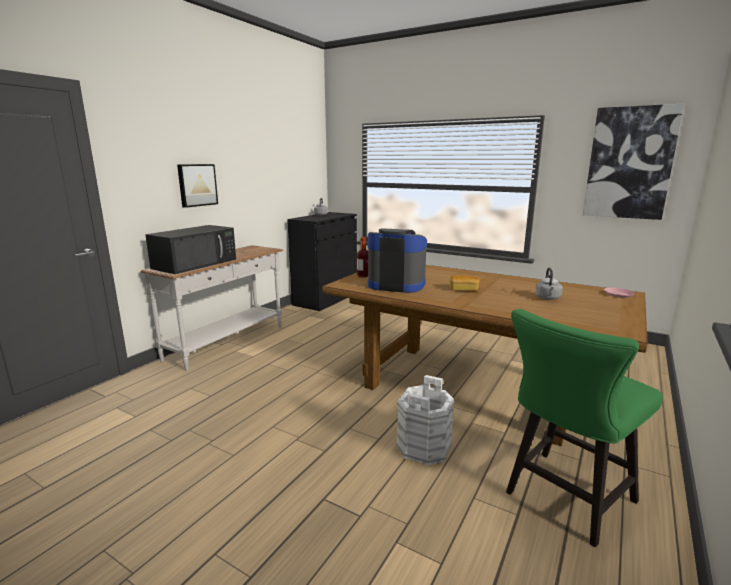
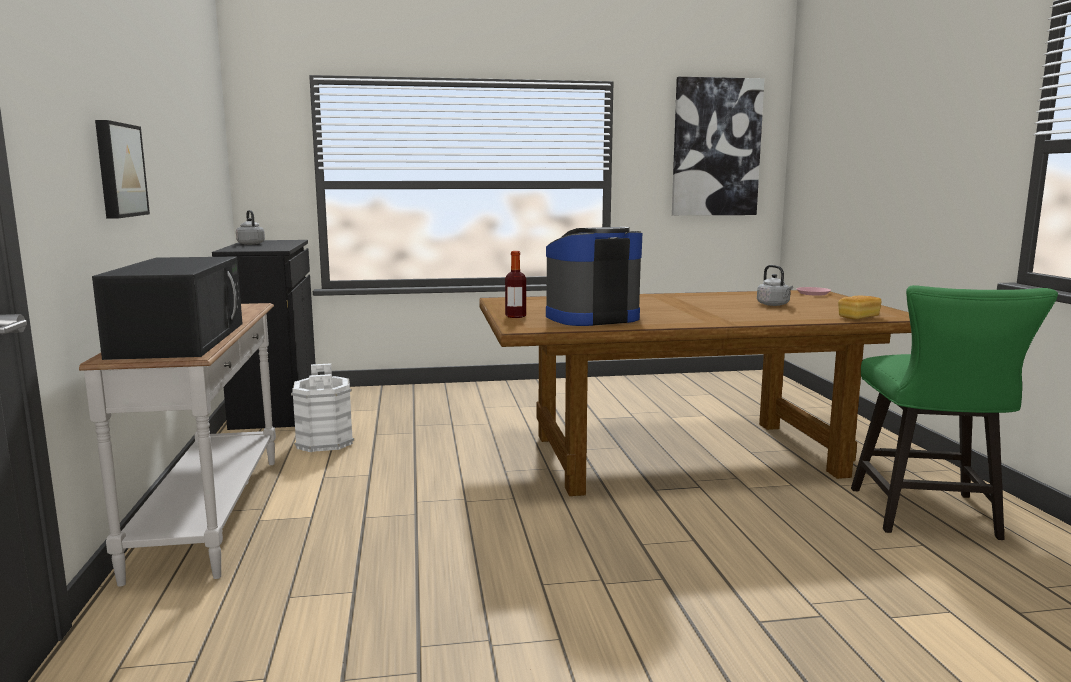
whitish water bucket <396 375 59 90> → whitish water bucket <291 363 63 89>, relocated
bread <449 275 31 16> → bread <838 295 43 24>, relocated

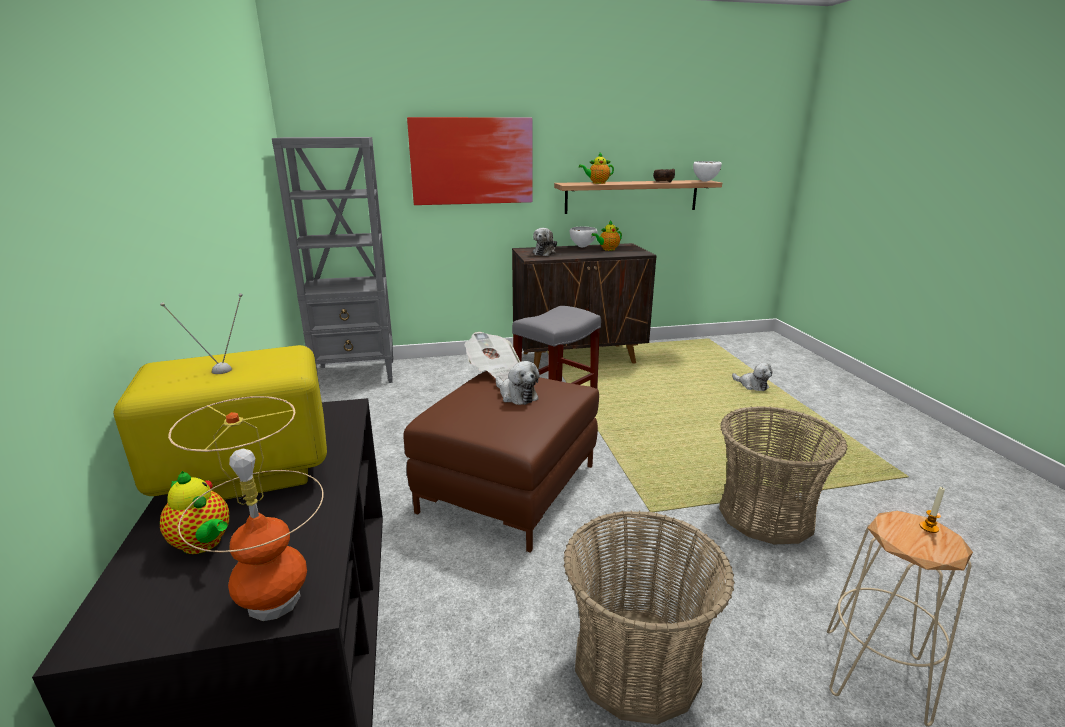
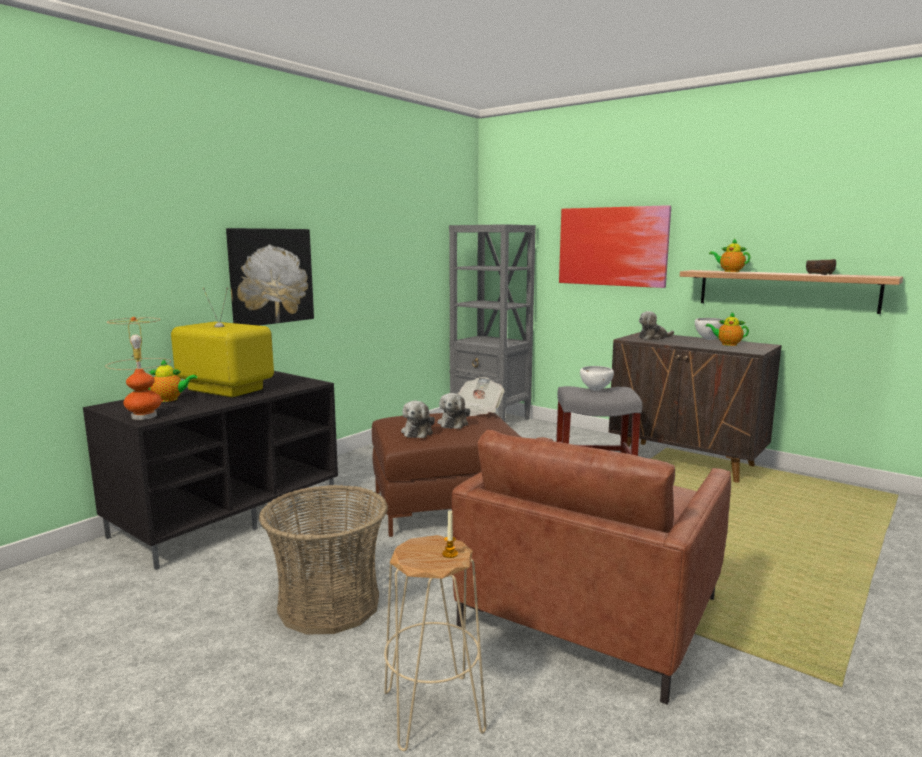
- → wall art <226 228 88 98>
whitish serving bowl <693 161 29 21> → whitish serving bowl <580 366 34 25>, relocated
cuddly toy <732 363 41 28> → cuddly toy <401 401 34 37>, relocated
storage basket <719 406 129 138> → brown lounge chair <452 430 279 275>
pot for tea <160 471 70 83> → pot for tea <148 359 49 43>, 90 degrees counterclockwise

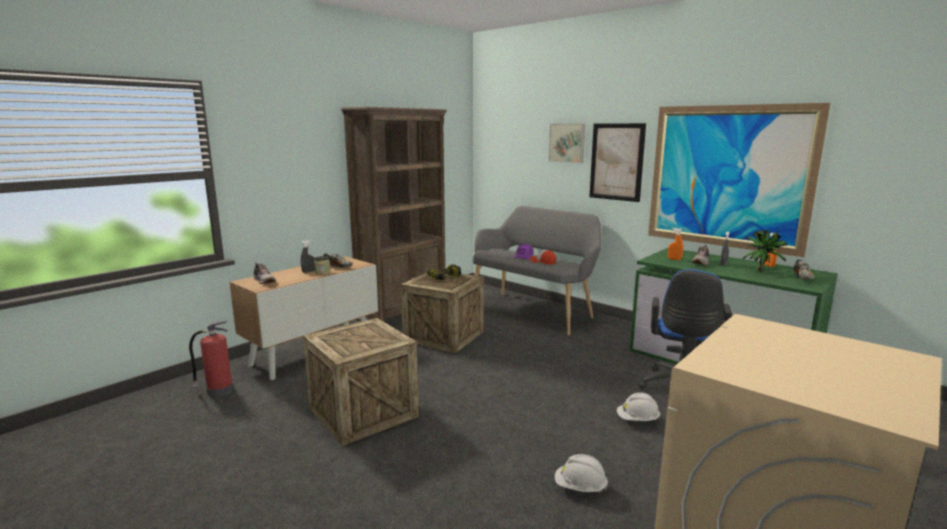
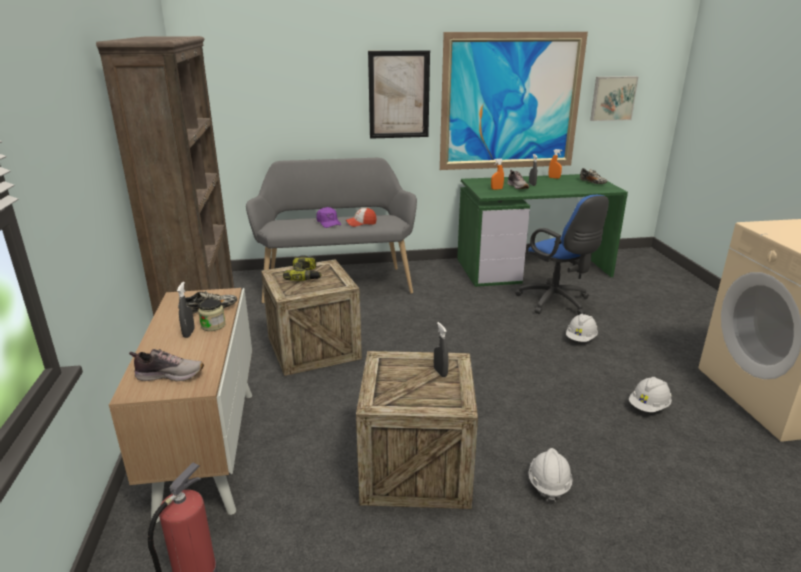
houseplant <743 230 44 42> → -
- → greyish spray bottle <434 322 15 55>
- → whitish safety helmet <528 448 45 55>
wall art <549 124 36 39> → wall art <590 76 48 45>, relocated

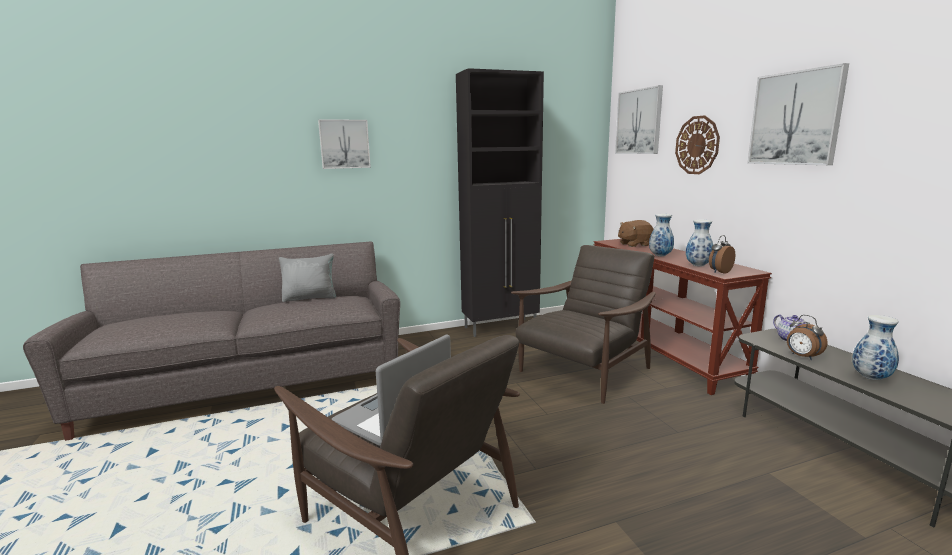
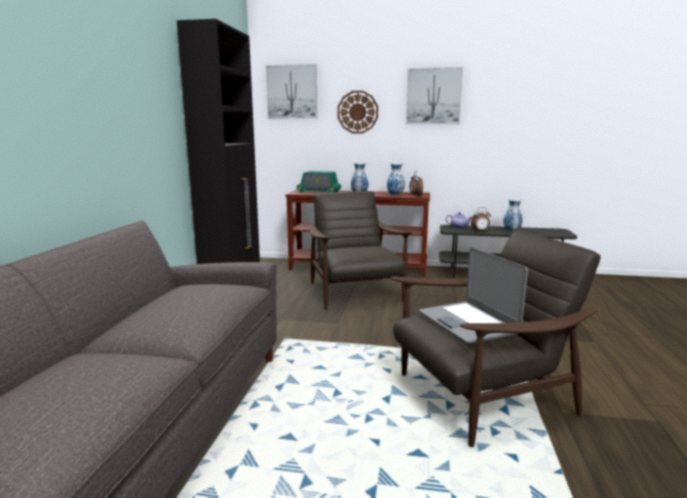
greyish throw pillow <279 253 57 49> → -
wall art <318 120 53 49> → -
brown cuddly toy <618 220 36 27> → radio <296 171 45 22>

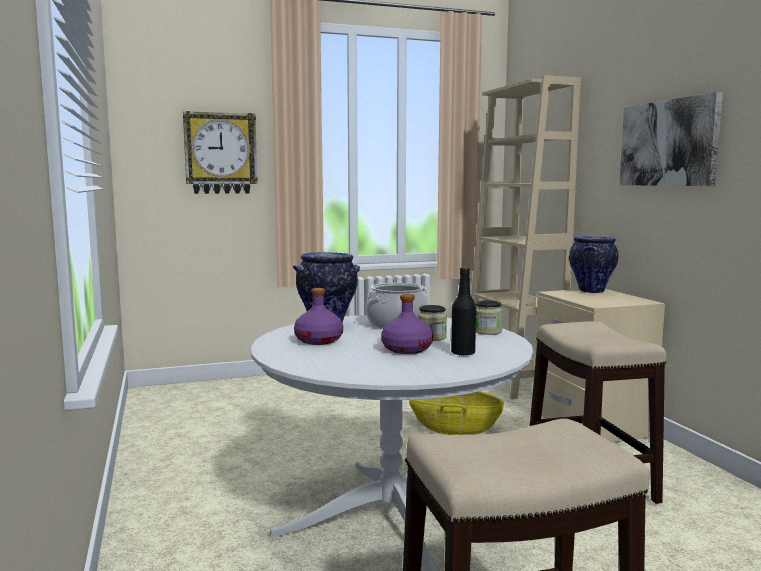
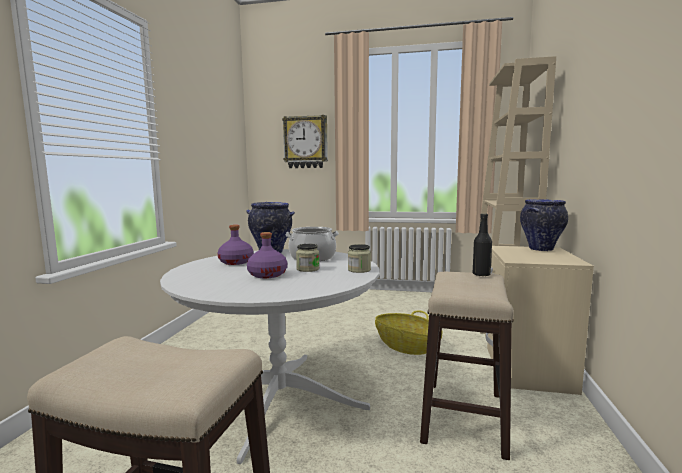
wall art <619 92 104 94> → -
black beverage bottle <451 267 25 89> → black beverage bottle <473 213 19 64>, relocated

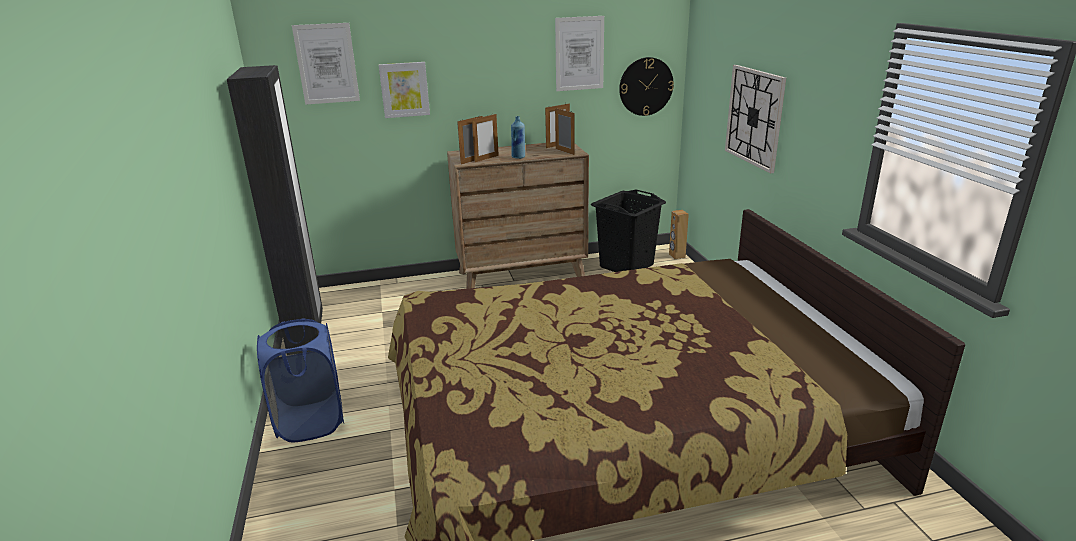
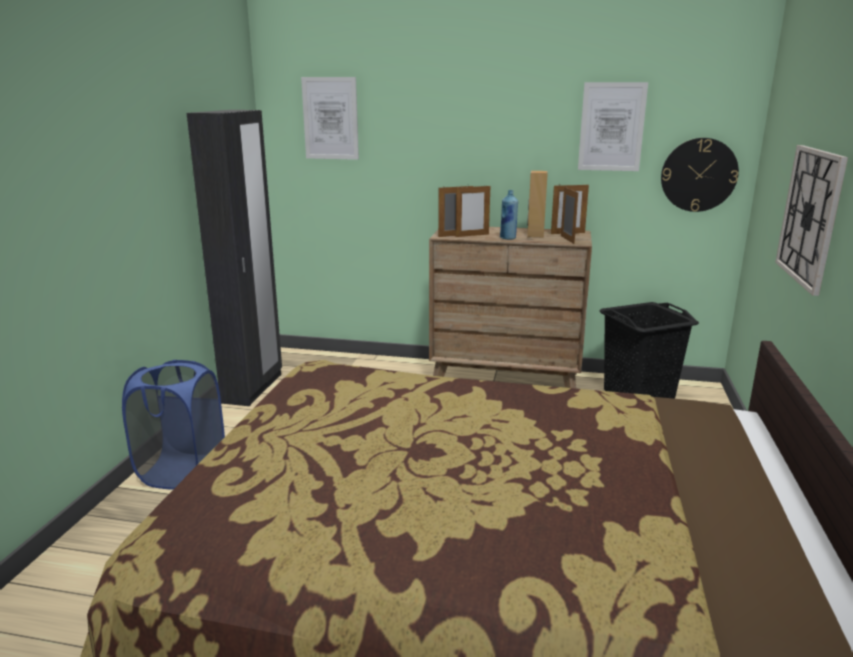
wall art <378 62 52 56> → -
brown speaker <669 210 20 49> → brown speaker <527 171 21 67>, relocated

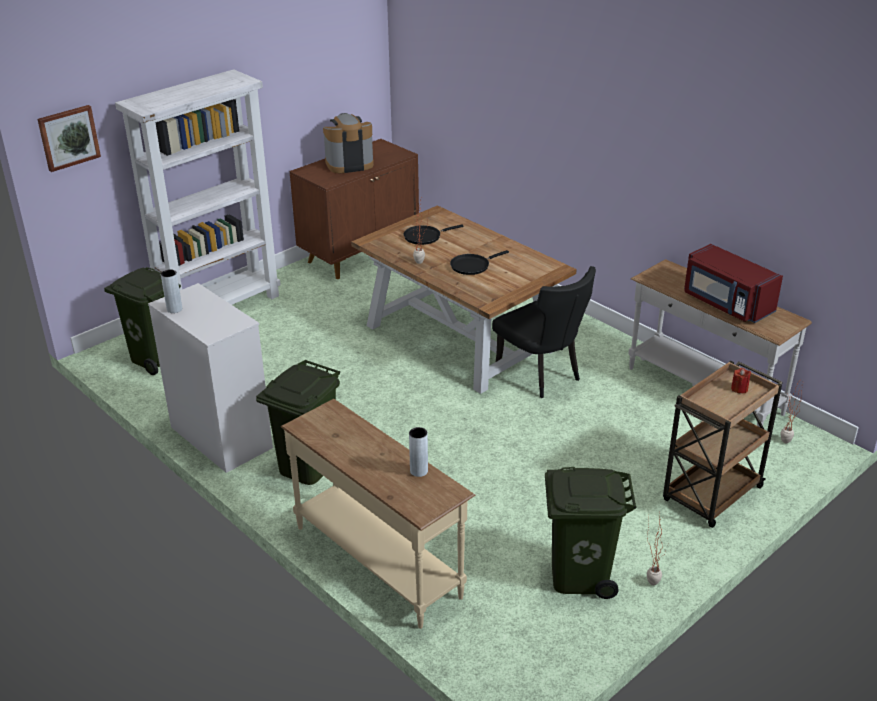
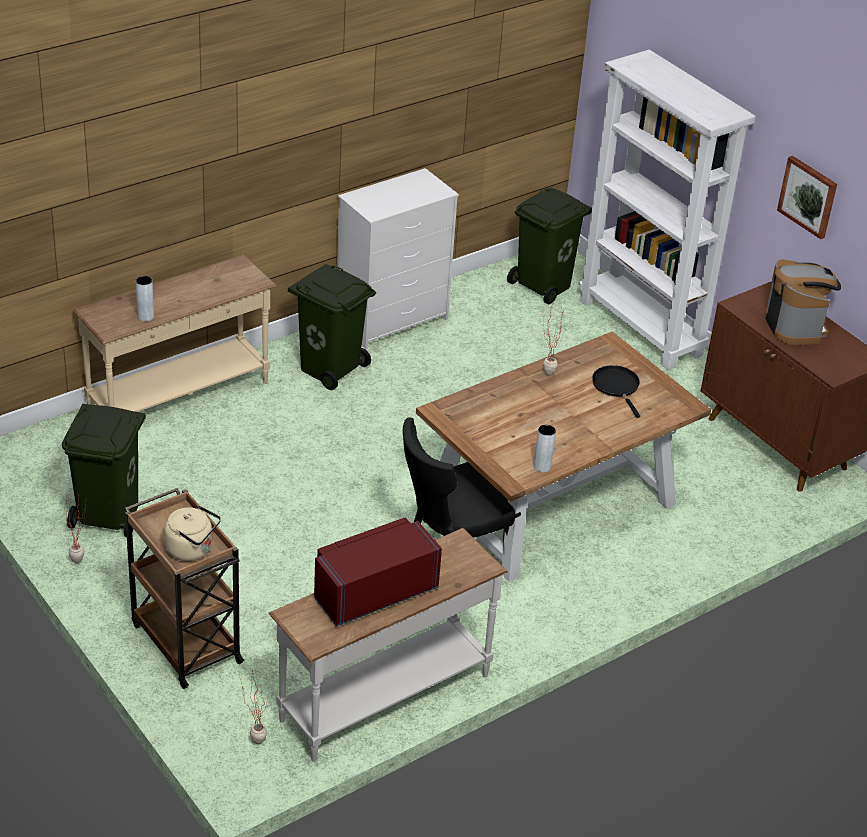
black skillet <450 250 59 25> → -
wall art <37 105 64 67> → wall art <777 156 60 83>, relocated
greyish decorative vase <161 269 21 44> → greyish decorative vase <534 425 22 47>, relocated
red-coloured candle <731 368 20 26> → sand-coloured kettle <164 505 57 56>

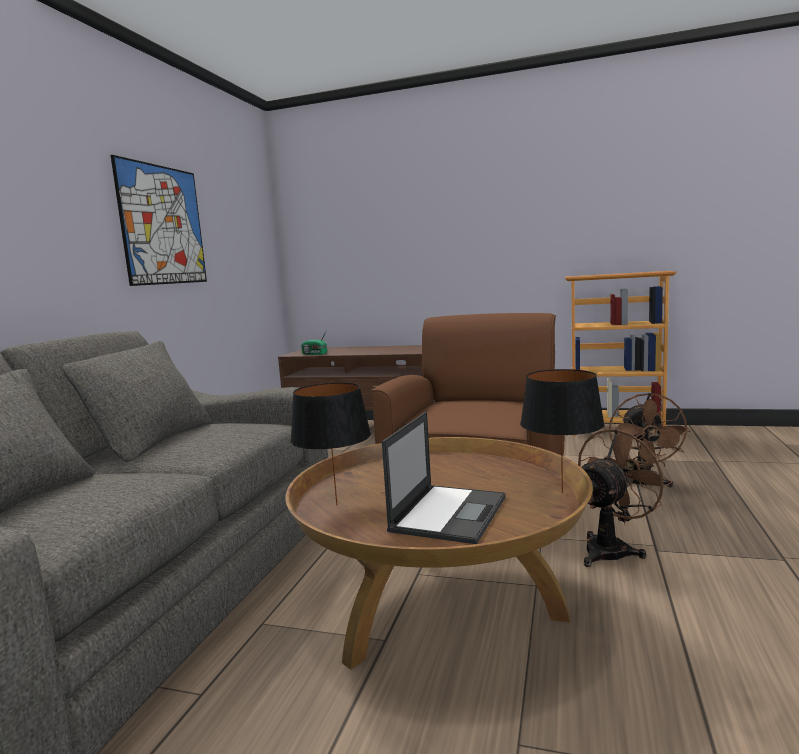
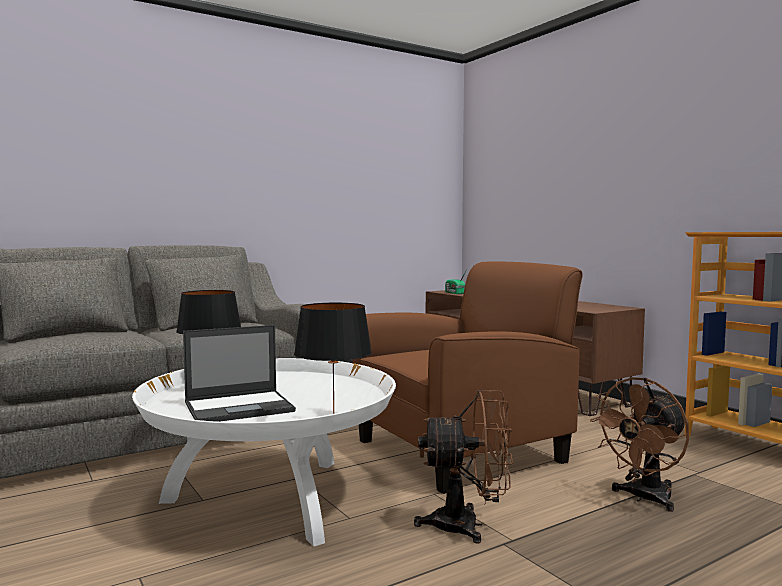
wall art <111 155 96 131> → -
brown lounge table <285 437 308 233> → whitish lounge table <132 358 264 189>

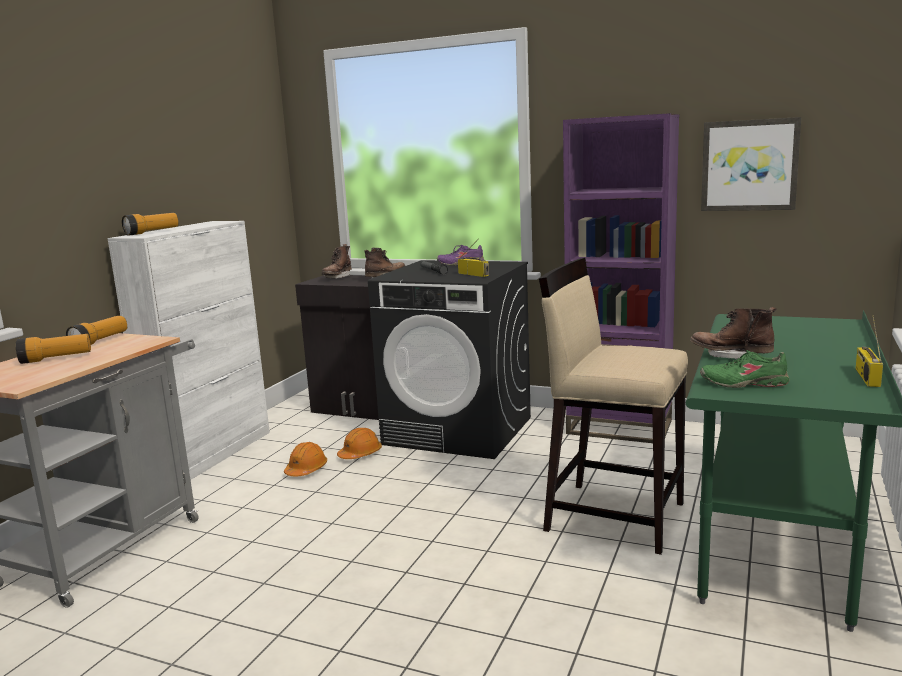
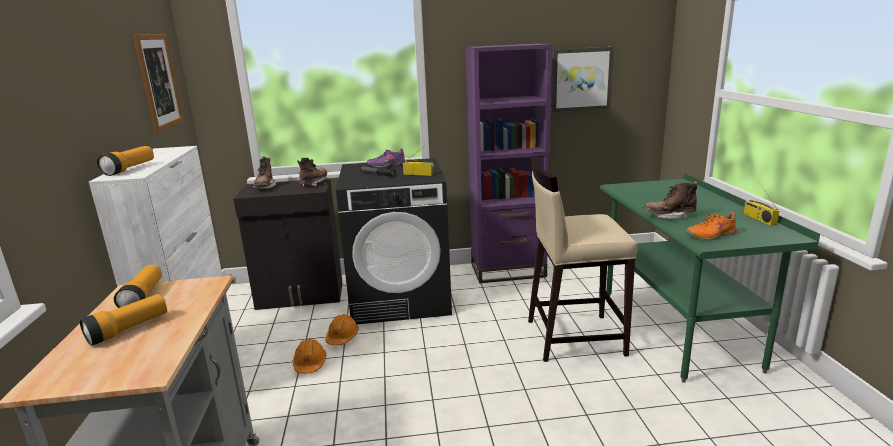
- → wall art <133 34 51 99>
green item of footwear <700 350 89 38> → orangey item of footwear <686 212 54 28>

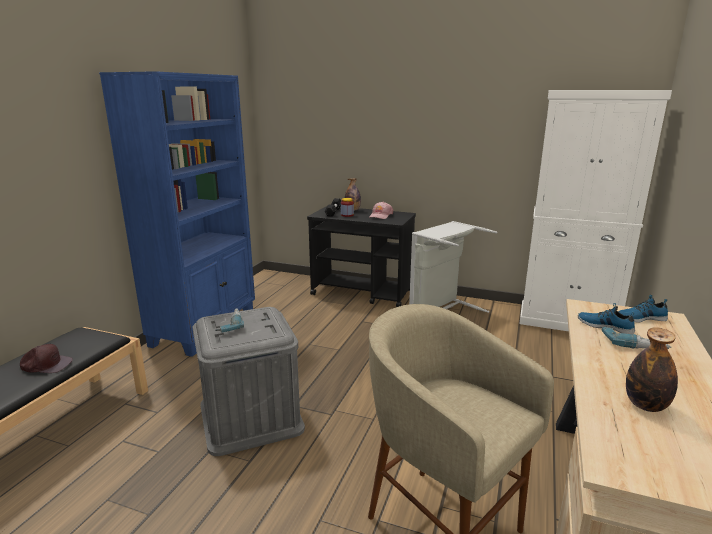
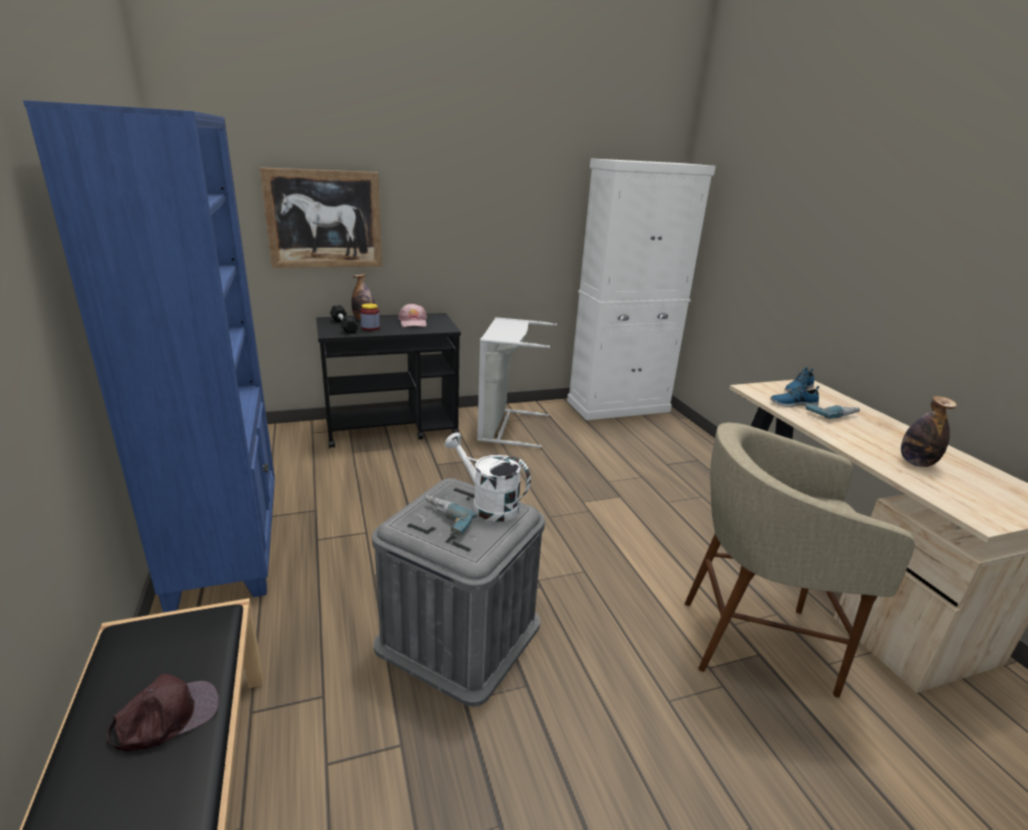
- → wall art <260 167 122 101>
- → whitish sprinkling can <445 432 86 90>

